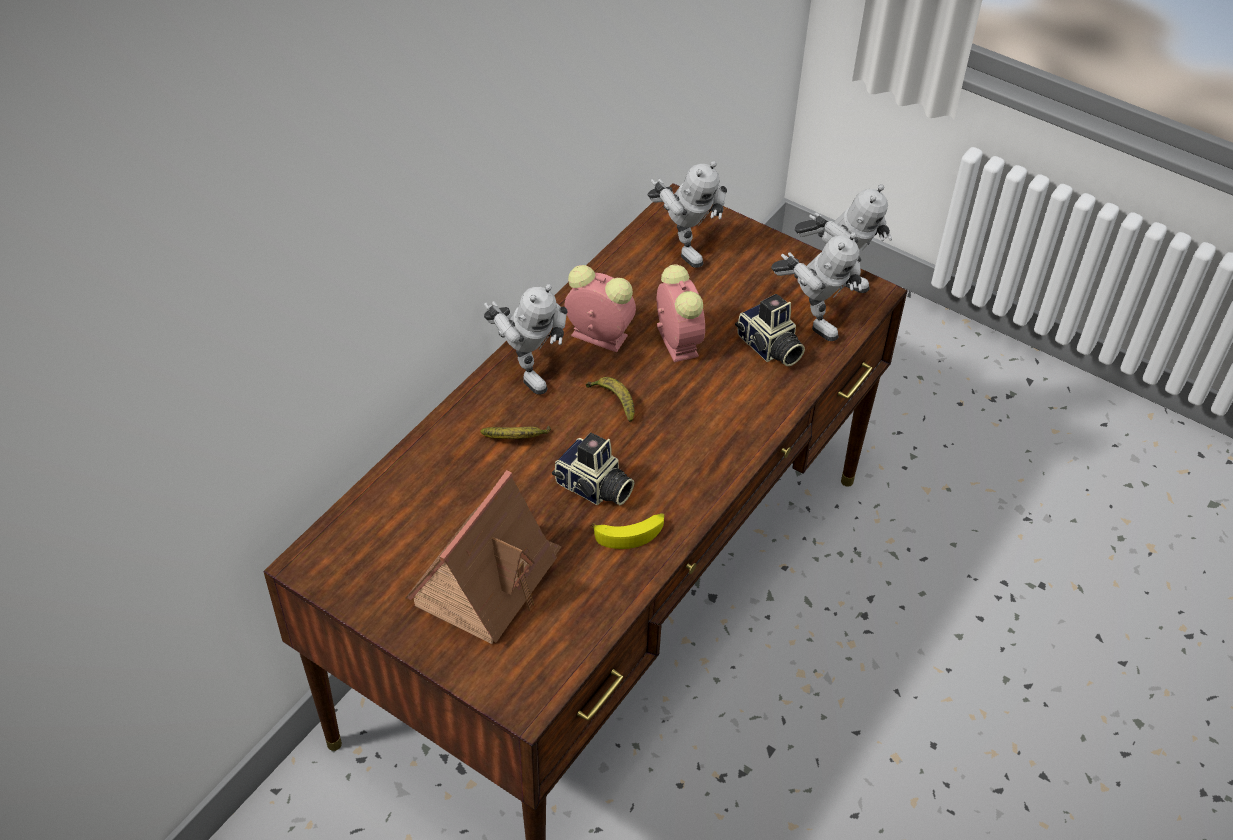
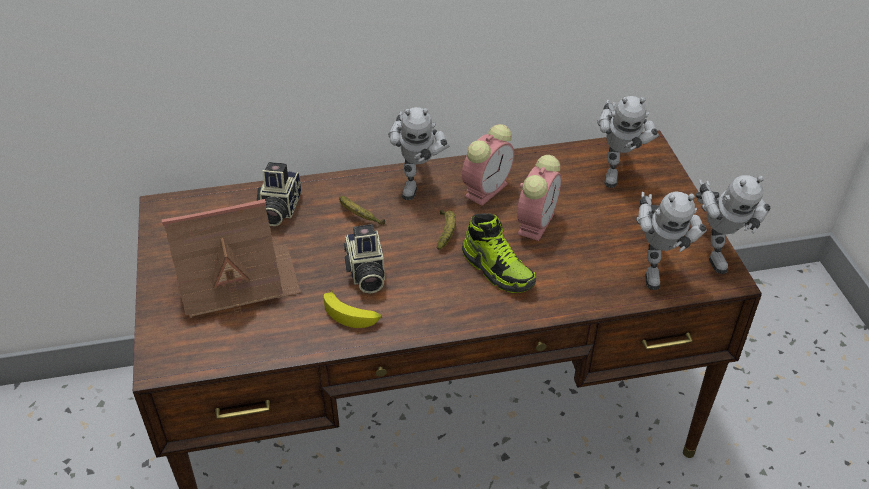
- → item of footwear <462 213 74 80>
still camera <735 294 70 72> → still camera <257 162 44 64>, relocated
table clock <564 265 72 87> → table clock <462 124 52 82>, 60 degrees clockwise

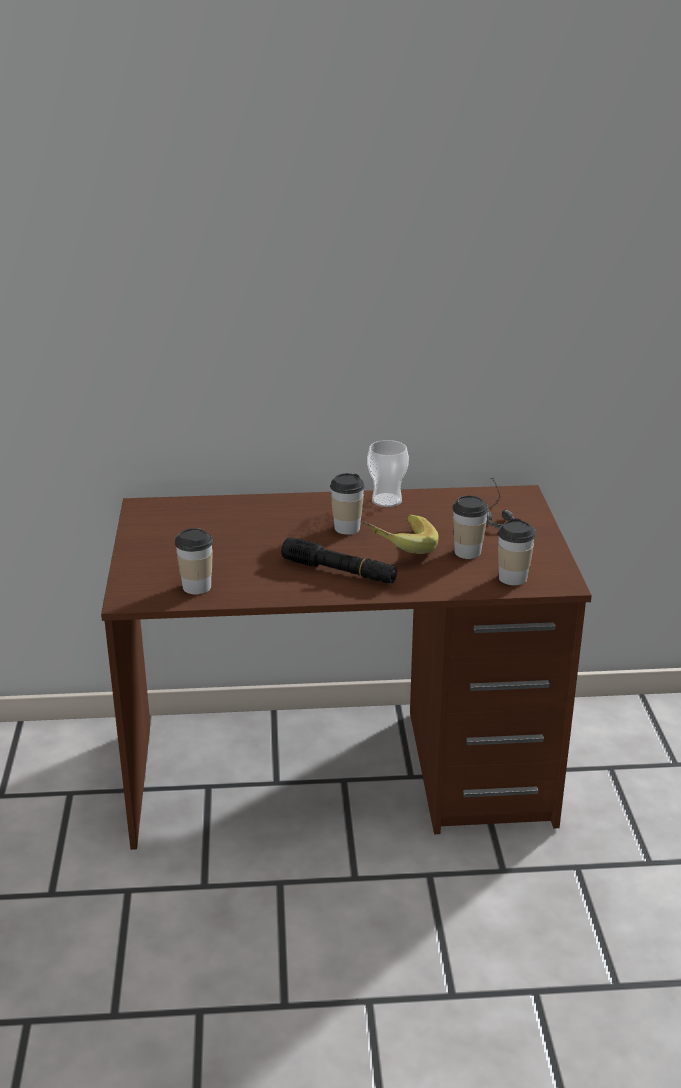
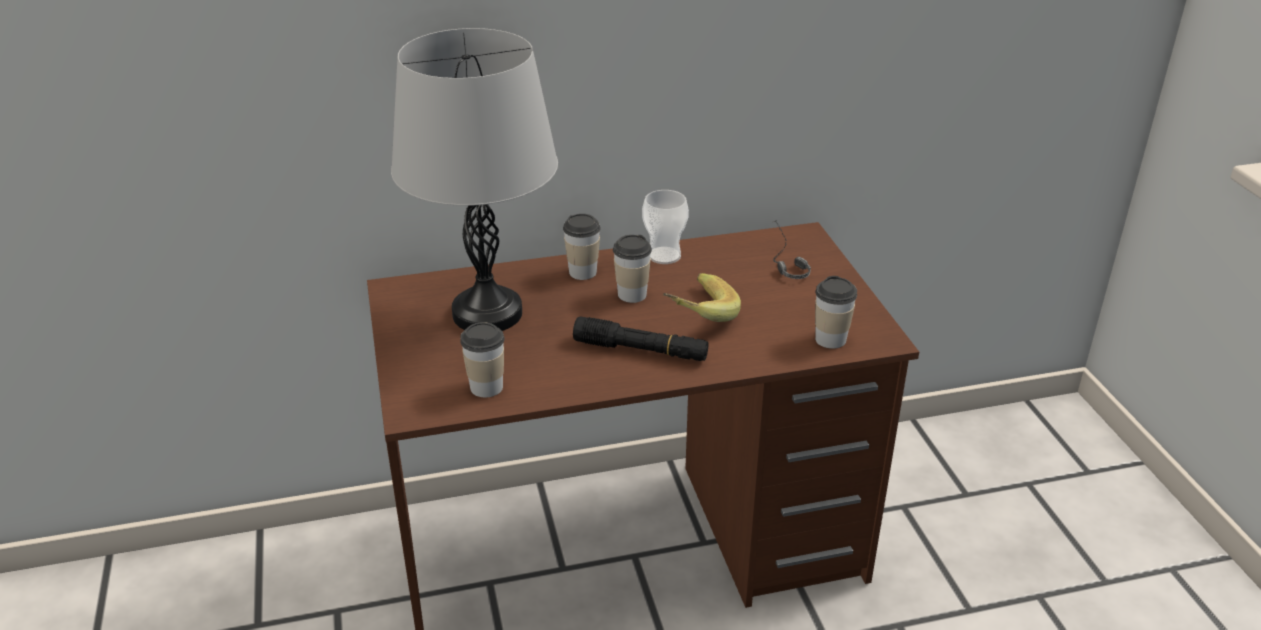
- → greyish lamp for a table <391 28 167 303>
small cup <452 496 37 63> → small cup <563 214 38 66>, relocated

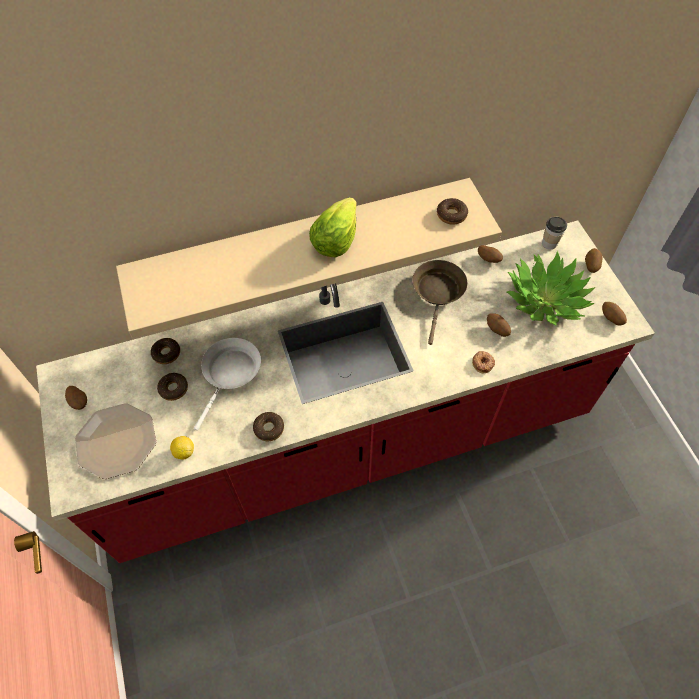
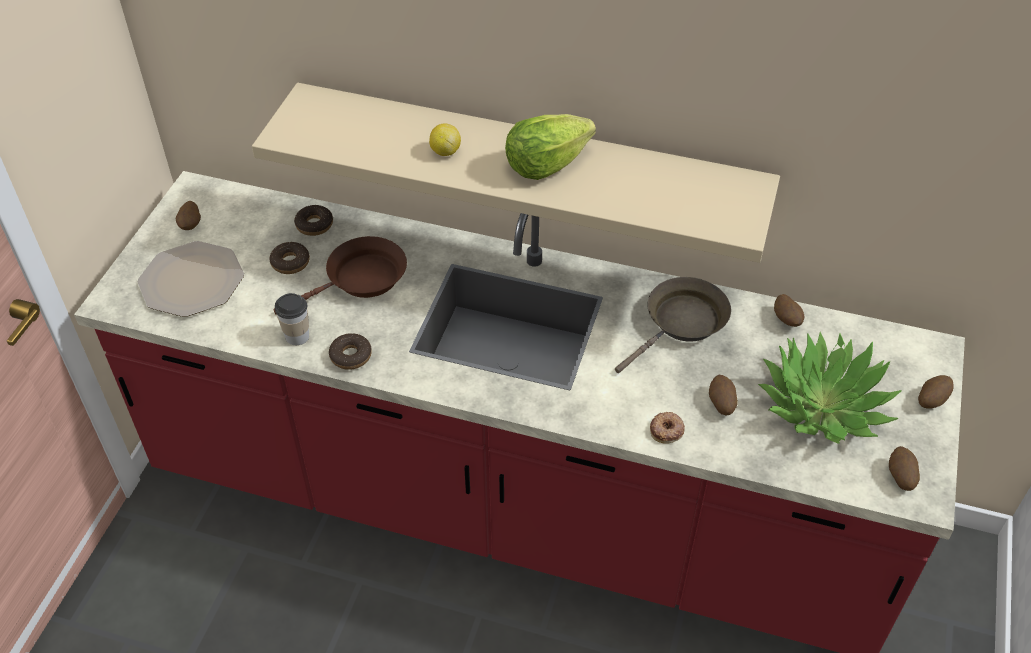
doughnut <437 198 31 27> → -
whole lemon <170 436 24 24> → whole lemon <429 123 32 33>, relocated
small cup <542 217 25 32> → small cup <275 293 34 52>, relocated
whitish skillet <194 338 67 93> → brown skillet <273 236 134 79>

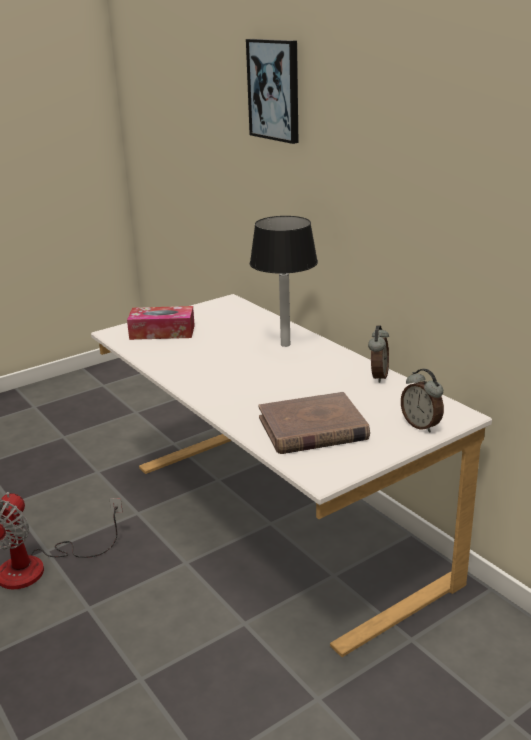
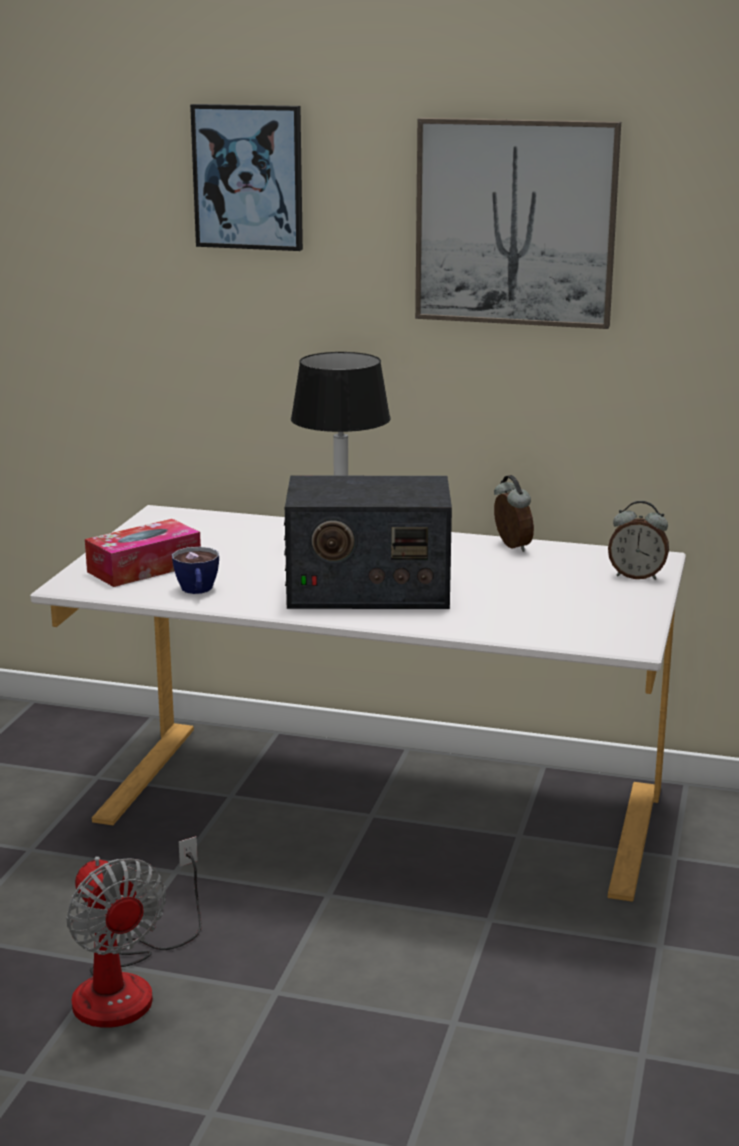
brown book <258 392 112 62> → -
- → small cup <172 547 47 47>
- → radio <284 476 168 133>
- → wall art <415 118 206 211>

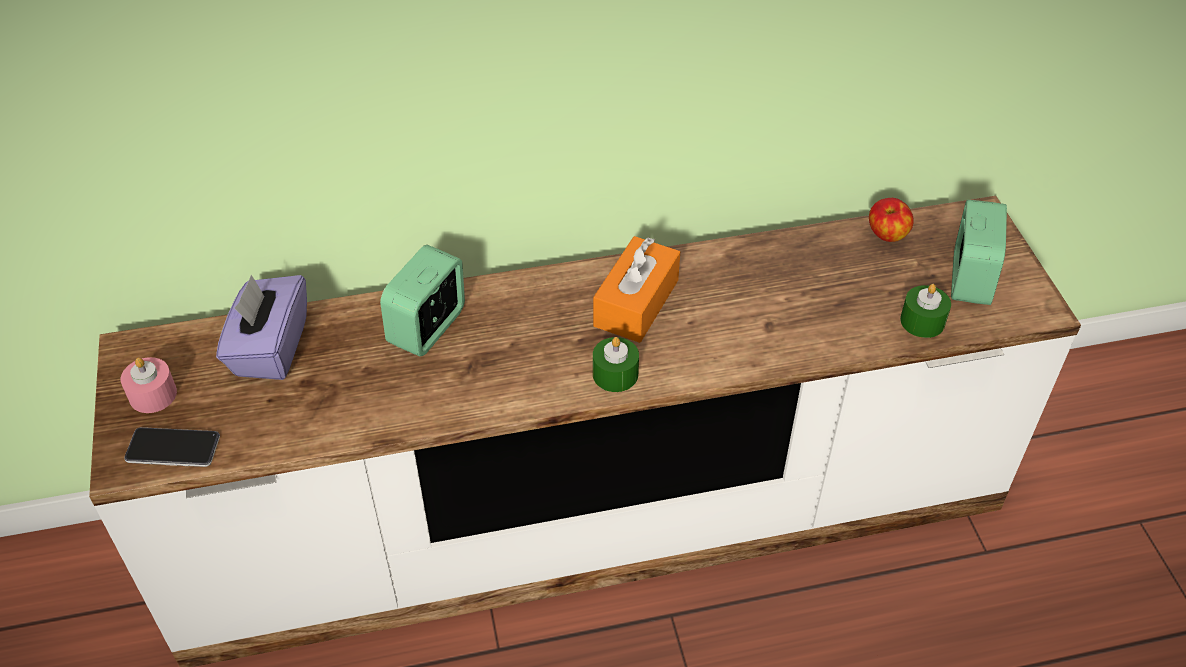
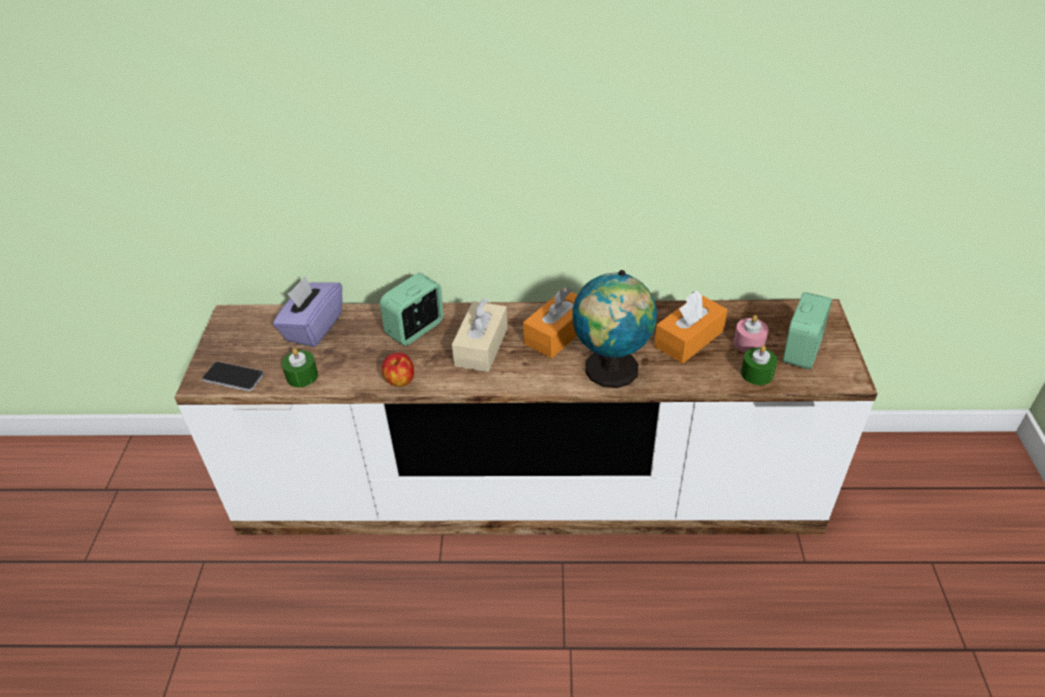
- → sand-coloured tissue box <452 298 56 74>
- → desk globe <572 270 85 118>
- → orangey tissue box <654 291 73 73>
pinkish candle <121 357 56 56> → pinkish candle <734 315 35 38>, relocated
green candle <593 337 46 55> → green candle <282 348 36 39>, relocated
apple fruit <869 198 45 44> → apple fruit <381 353 33 34>, relocated

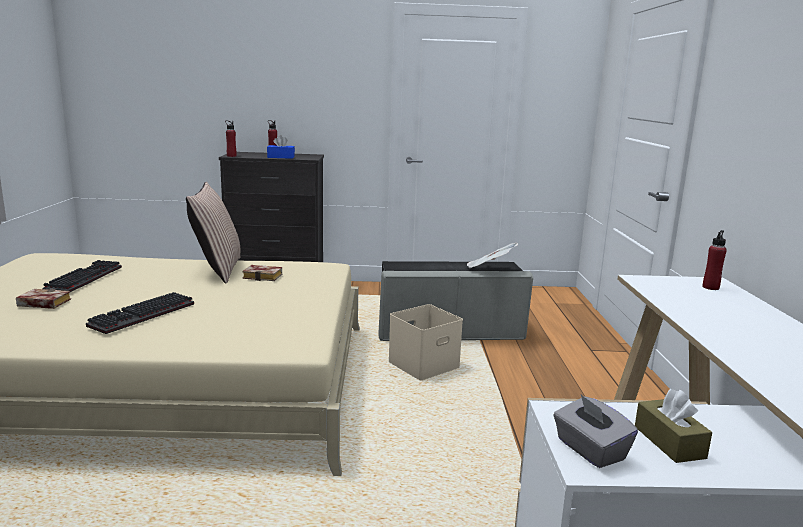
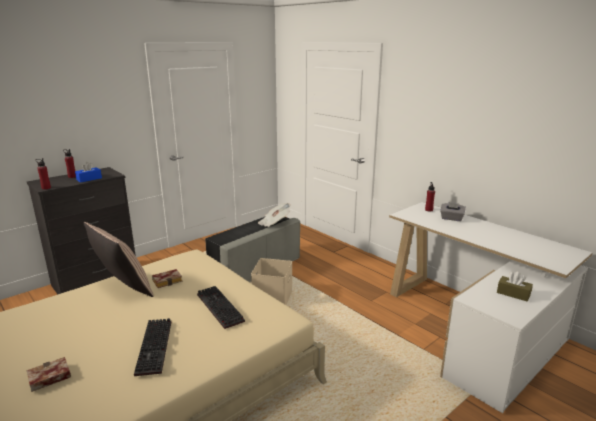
computer keyboard <42 260 80 32> → computer keyboard <197 286 48 43>, relocated
greyish tissue box <553 394 85 74> → greyish tissue box <440 202 26 19>, relocated

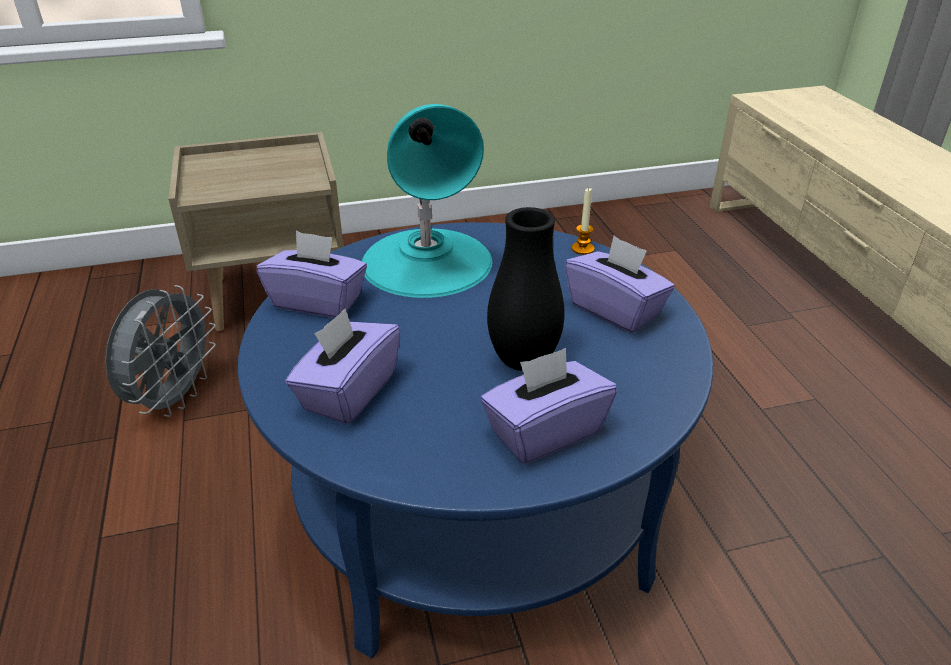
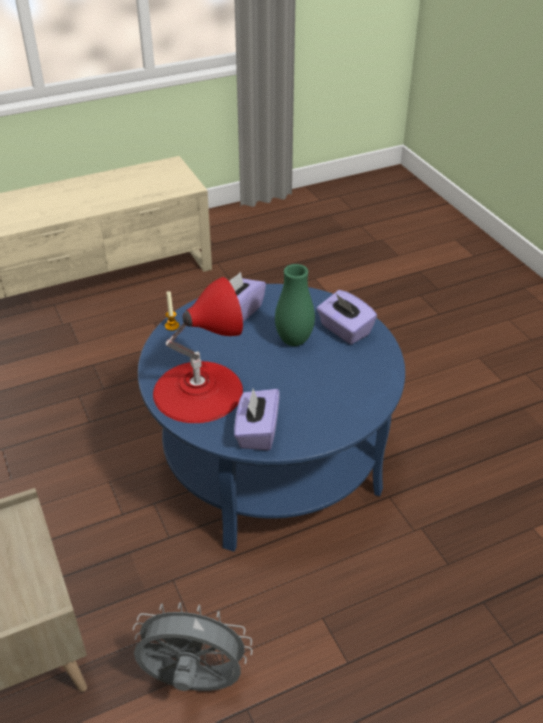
purple tissue box <285 309 115 115> → -
blue-green lamp for a table <362 104 130 194> → red-coloured lamp for a table <153 277 90 146>
black decorative vase <487 207 77 164> → green decorative vase <275 264 40 82>

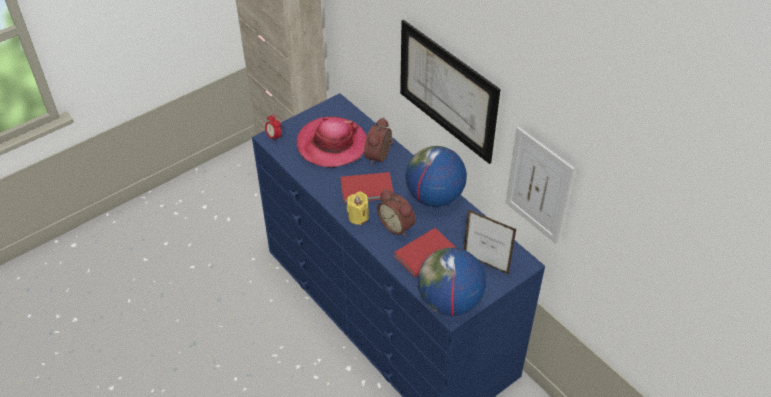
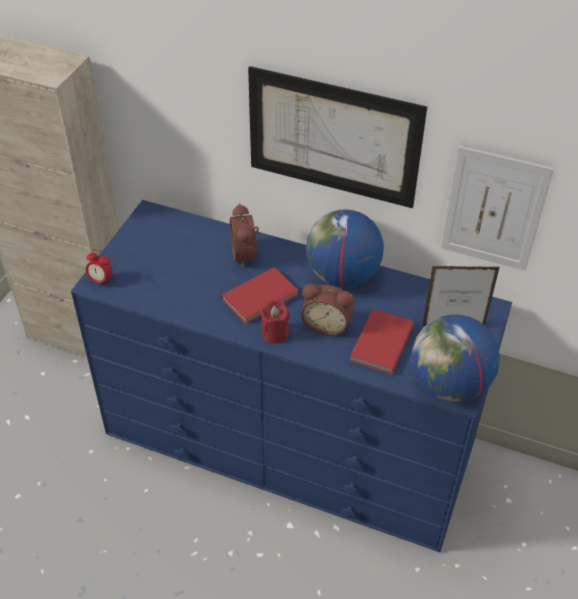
hat <297 117 70 50> → -
yellow candle <347 192 22 33> → red-coloured candle <261 299 28 45>

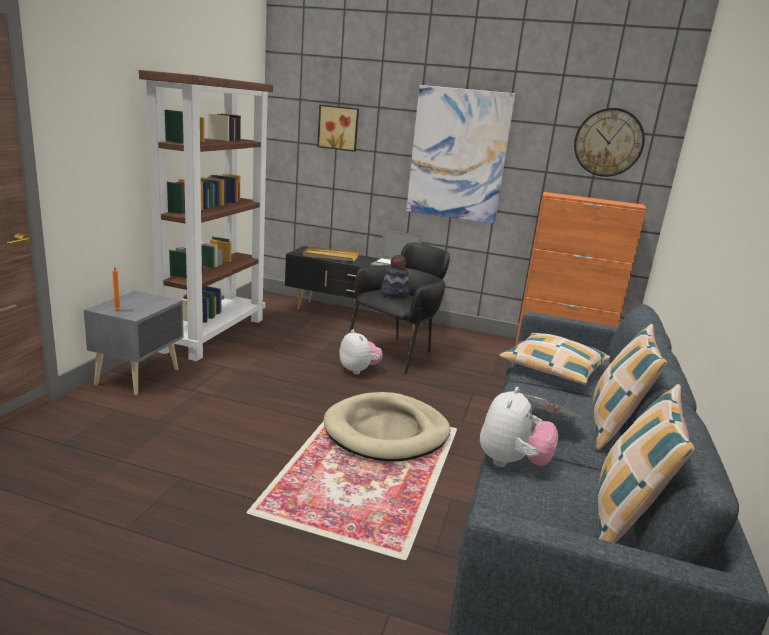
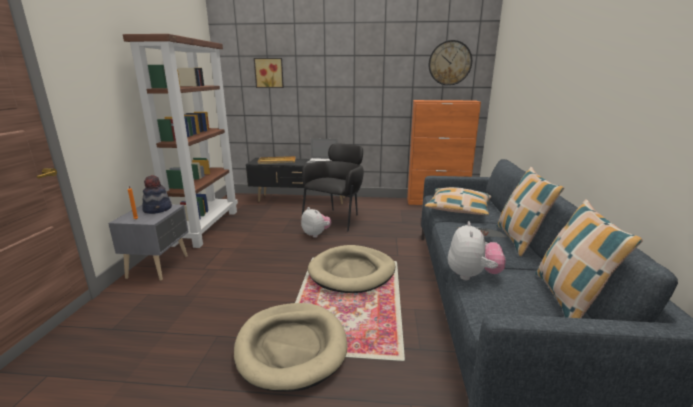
wall art <406 85 109 139> → -
- → sand-coloured dog bed <234 303 114 89>
hat <381 254 29 44> → hat <142 175 30 39>, relocated

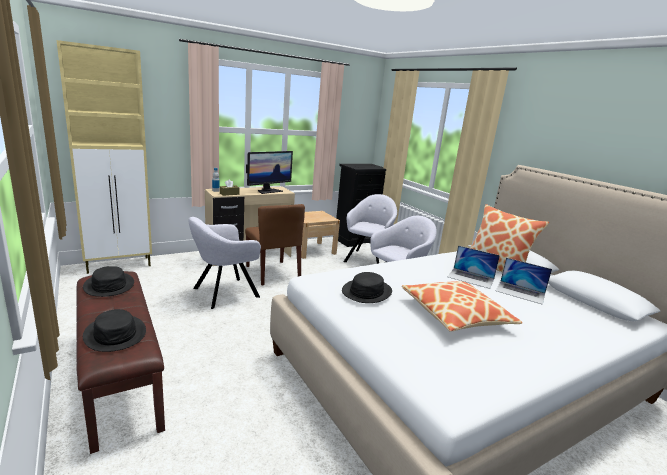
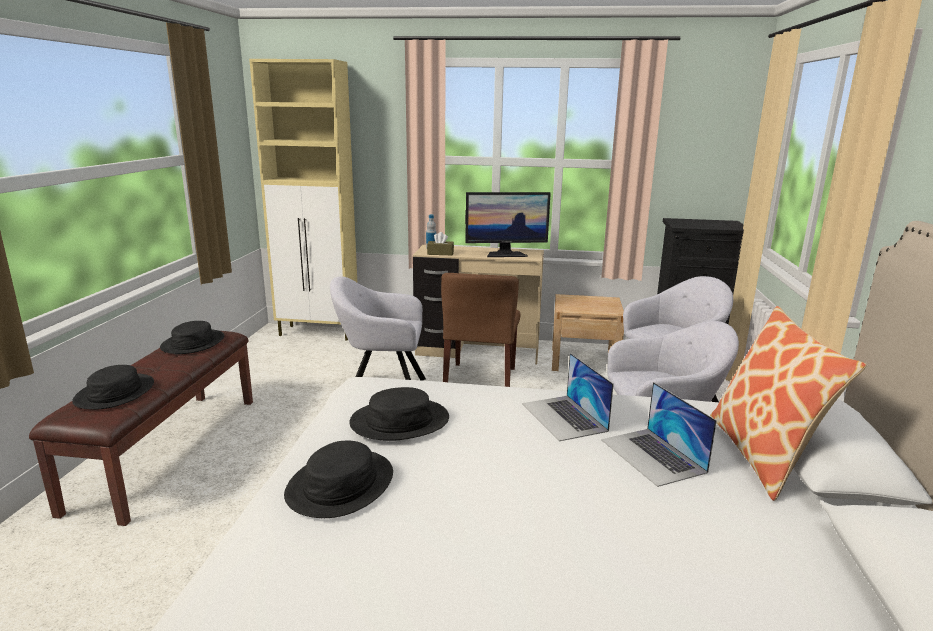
throw pillow <402 281 121 51> → -
- → black hat <284 440 109 78>
laptop <496 258 56 47> → laptop <522 353 92 88>, relocated

